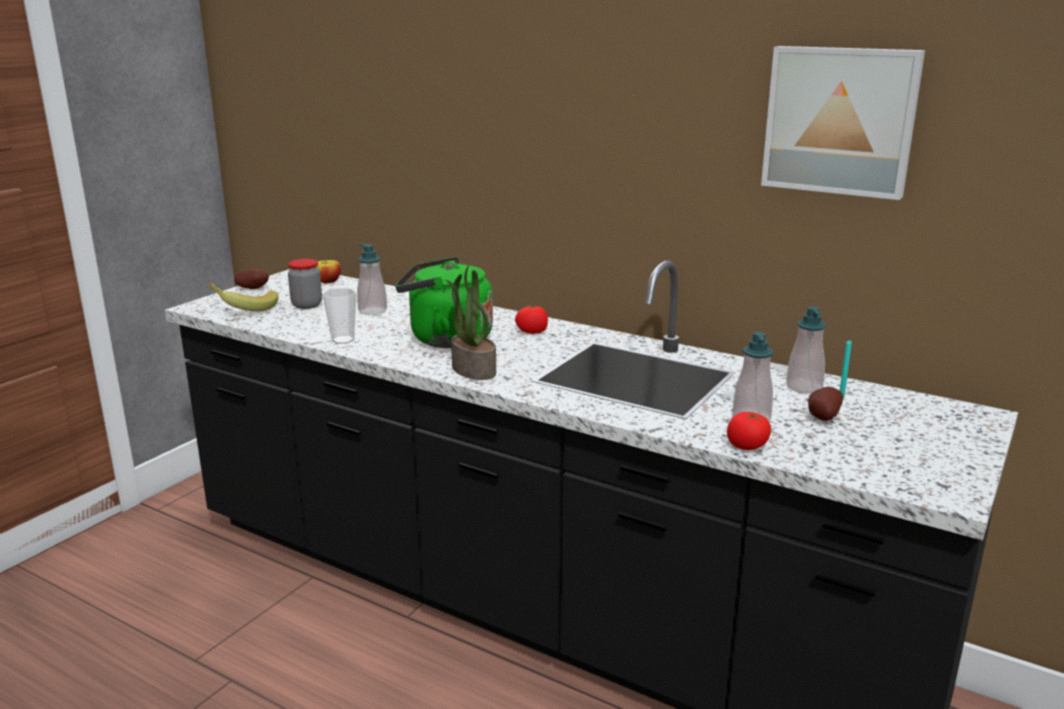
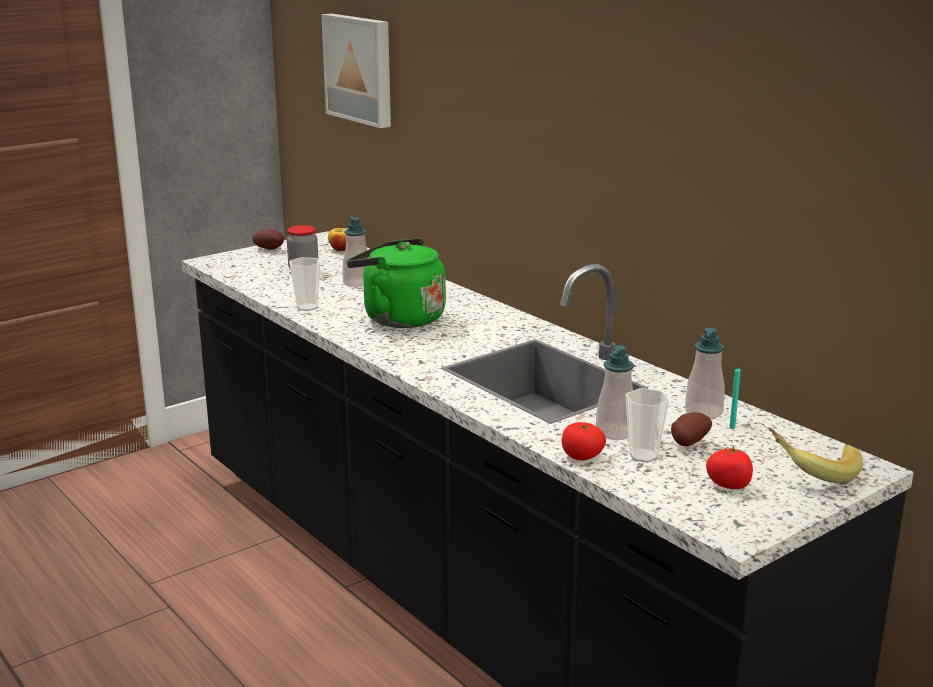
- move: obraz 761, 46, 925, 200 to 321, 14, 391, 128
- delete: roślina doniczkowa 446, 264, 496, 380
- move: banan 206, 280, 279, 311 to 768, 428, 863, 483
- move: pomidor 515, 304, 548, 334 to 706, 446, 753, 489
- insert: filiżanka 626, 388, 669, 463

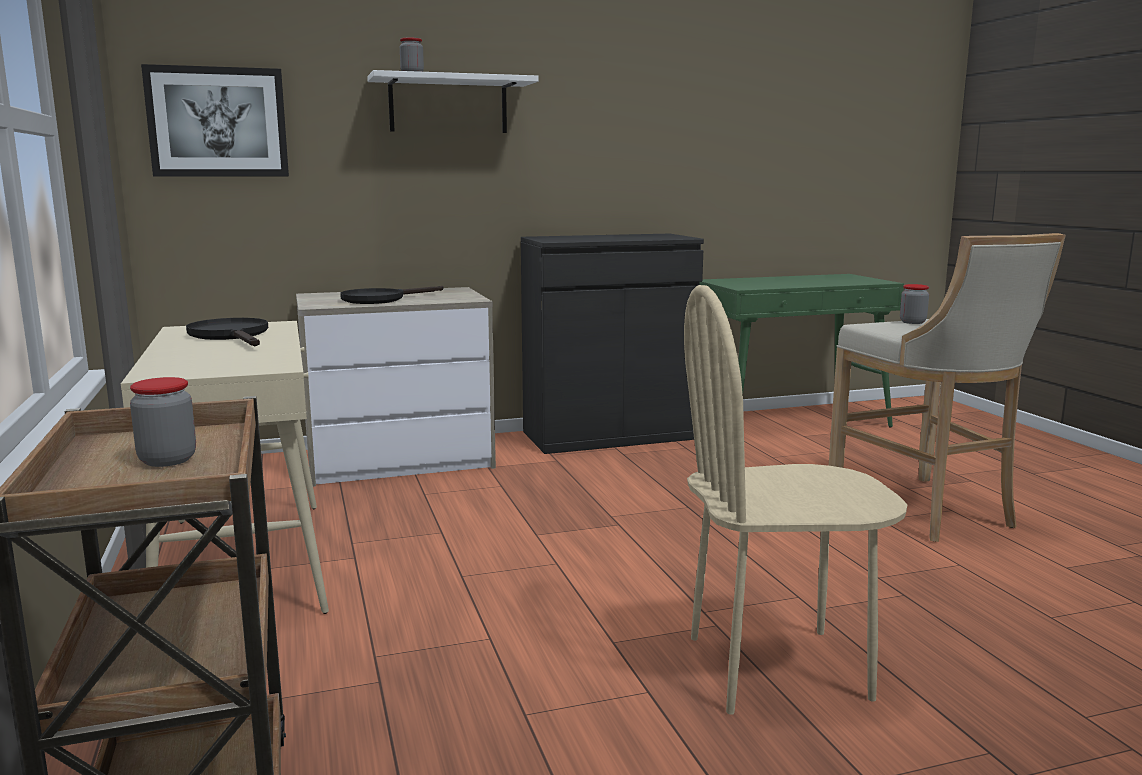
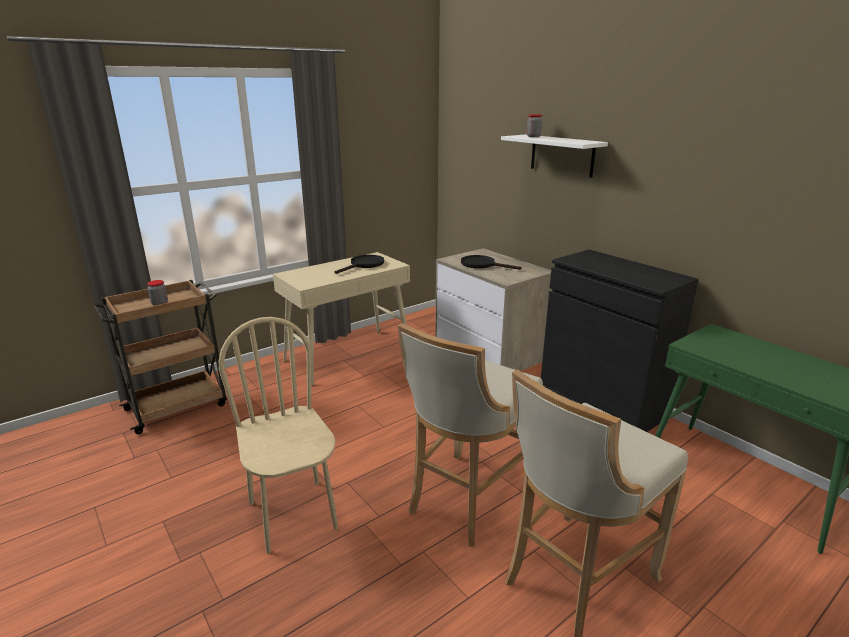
- delete: obraz 141, 64, 289, 177
- delete: słoik 900, 284, 929, 324
- insert: stołek/beżowy 397, 323, 543, 547

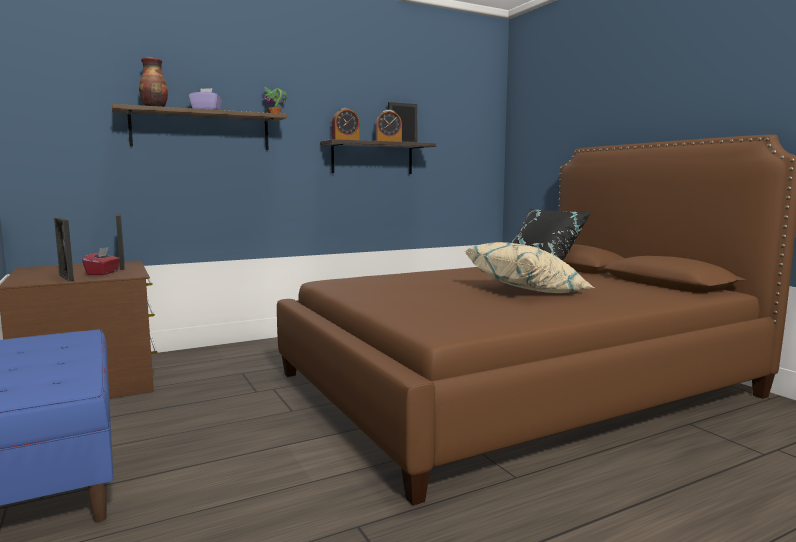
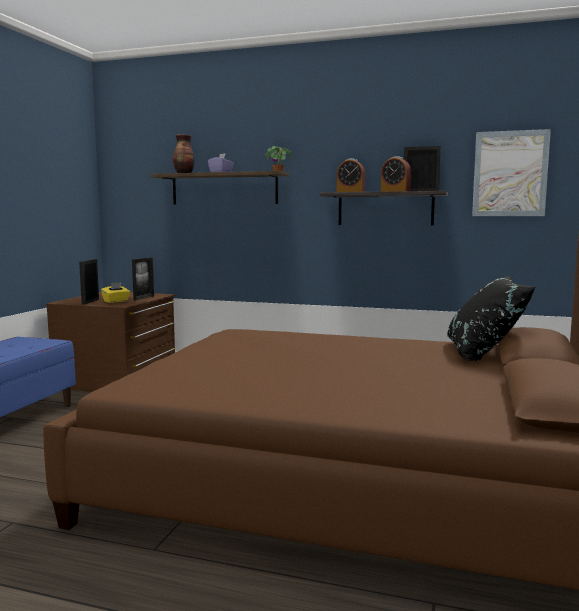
- delete: poduszka/beżowy 465, 242, 594, 293
- recolor: pudełko chusteczek/czerwony 82, 247, 120, 275 to pudełko chusteczek/żółty 101, 282, 130, 303
- insert: obraz 472, 129, 551, 216

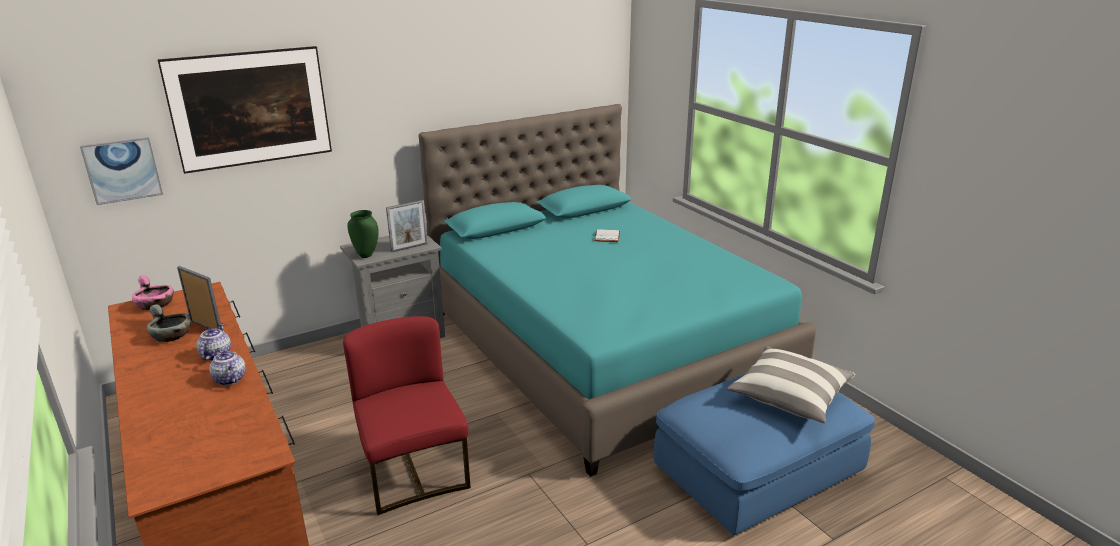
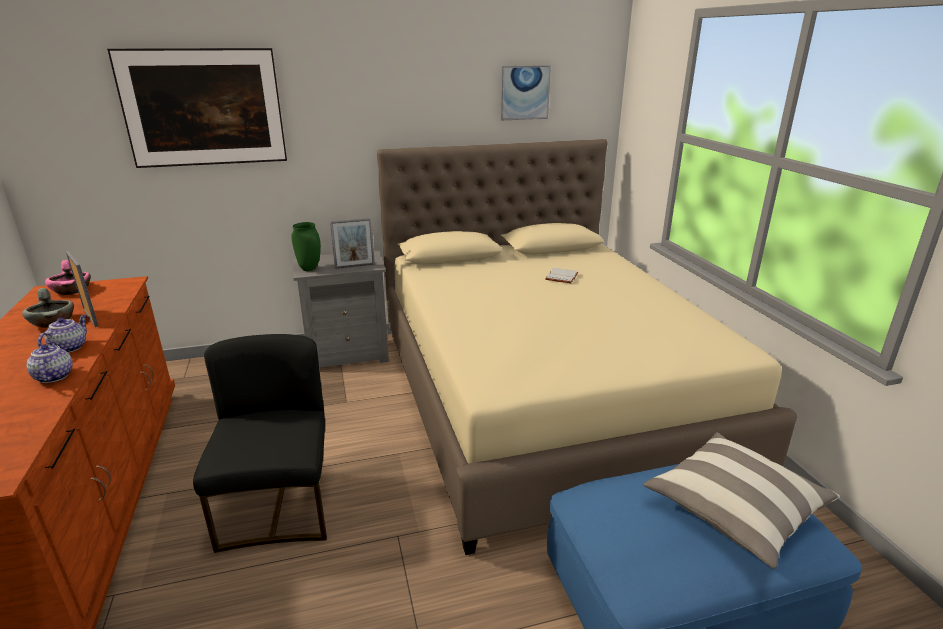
- recolor: łóżko/turkusowy 418, 104, 817, 477 to łóżko/beżowy 377, 139, 797, 555
- move: obraz 80, 137, 163, 205 to 500, 65, 551, 120
- recolor: krzesło/czerwony 343, 316, 471, 515 to krzesło/czarny 193, 334, 327, 553

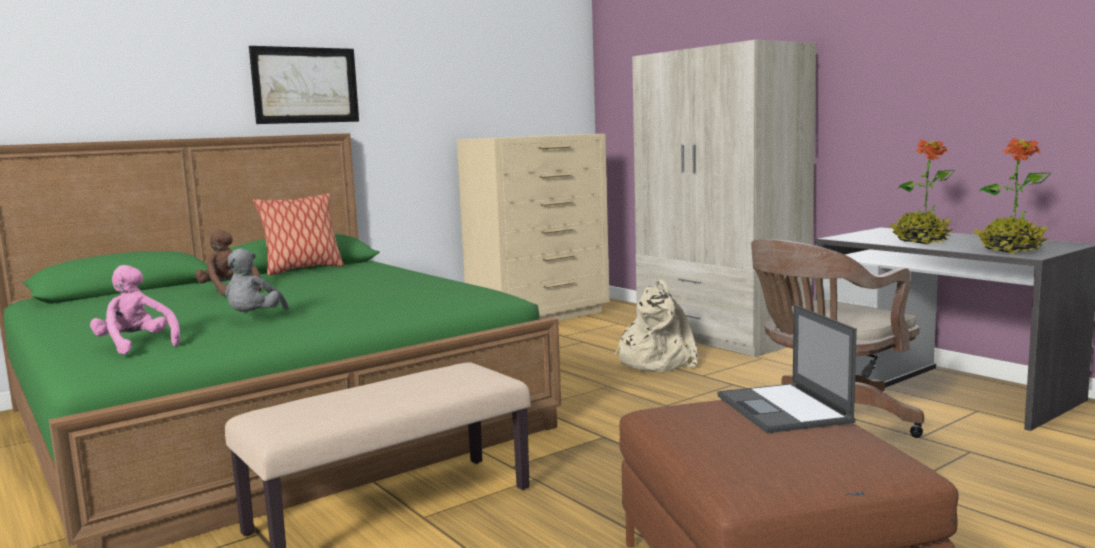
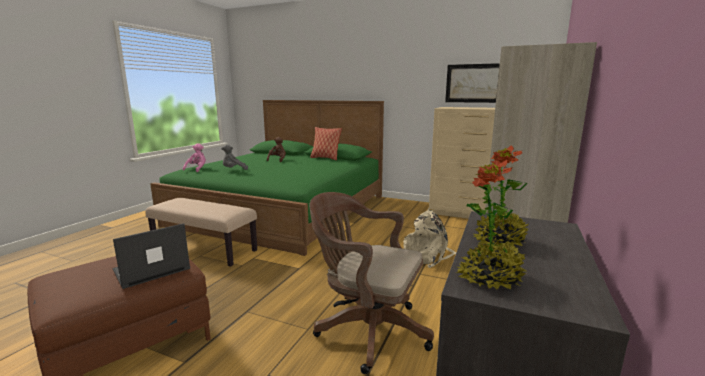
- move: obraz 249, 46, 359, 124 to 445, 63, 500, 103

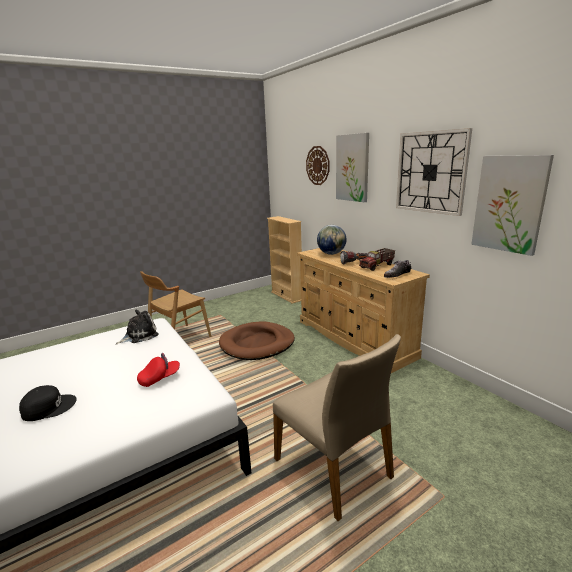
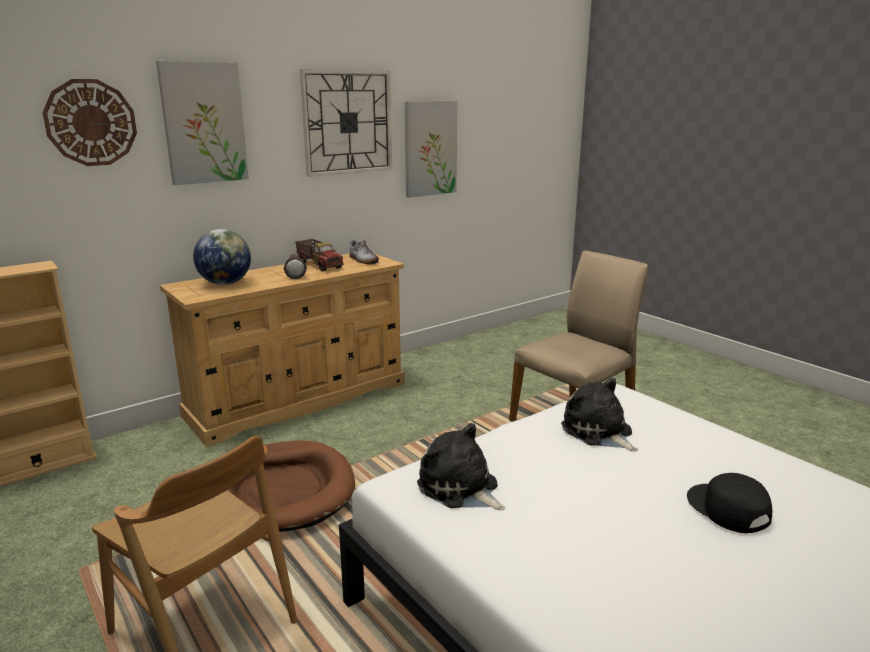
- replace: czapka z daszkiem/czerwony 137, 353, 180, 387 to pluszak 561, 378, 638, 452

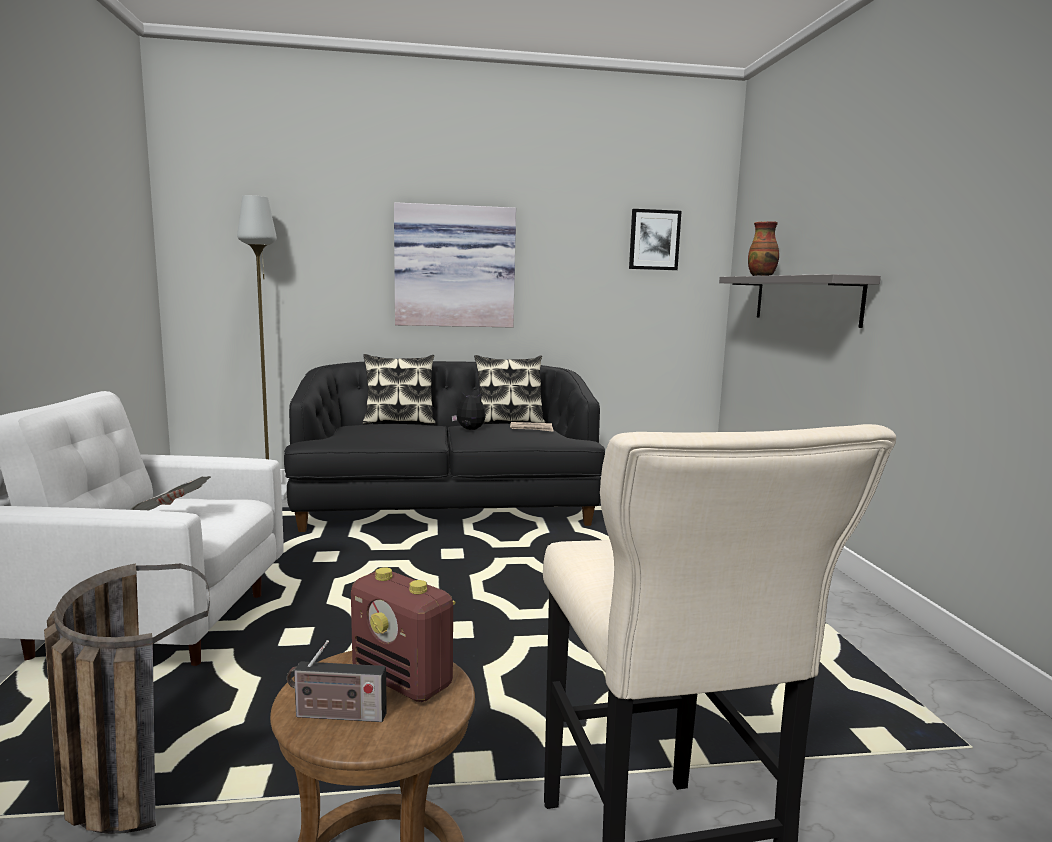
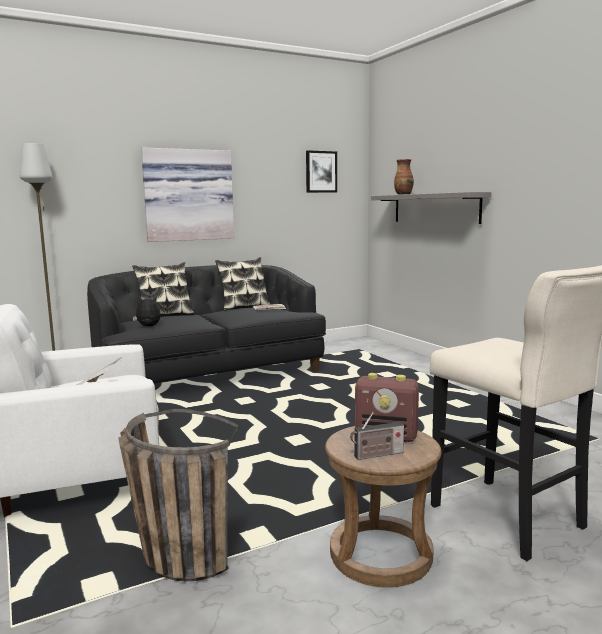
- move: pluszak 451, 392, 486, 430 to 132, 296, 161, 326

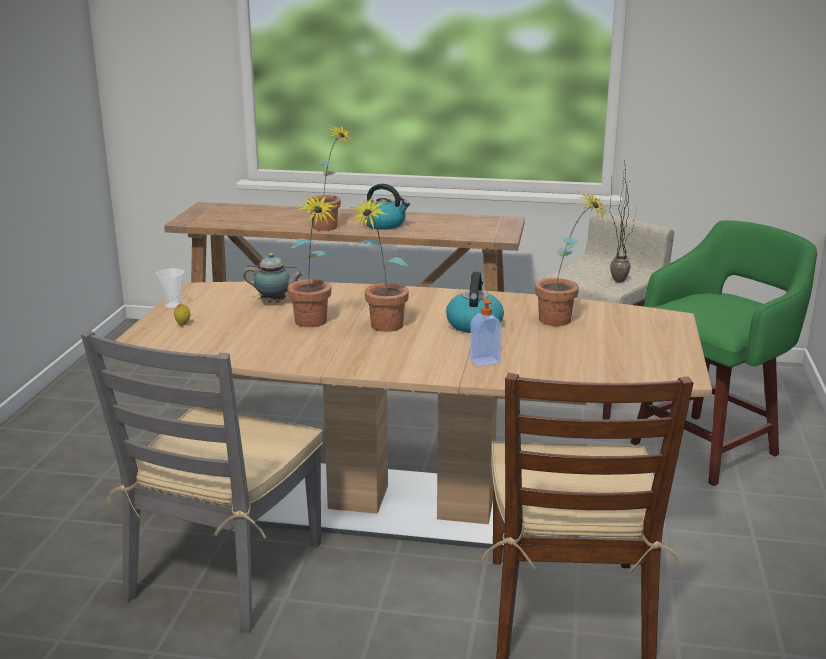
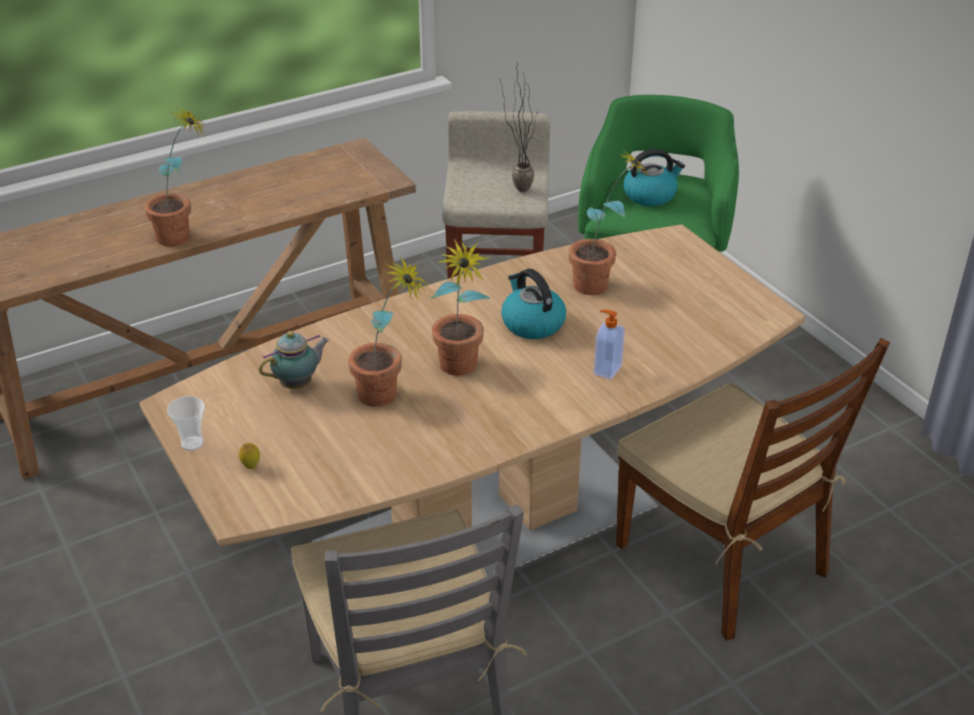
- move: czajnik 362, 184, 410, 230 to 623, 149, 685, 206

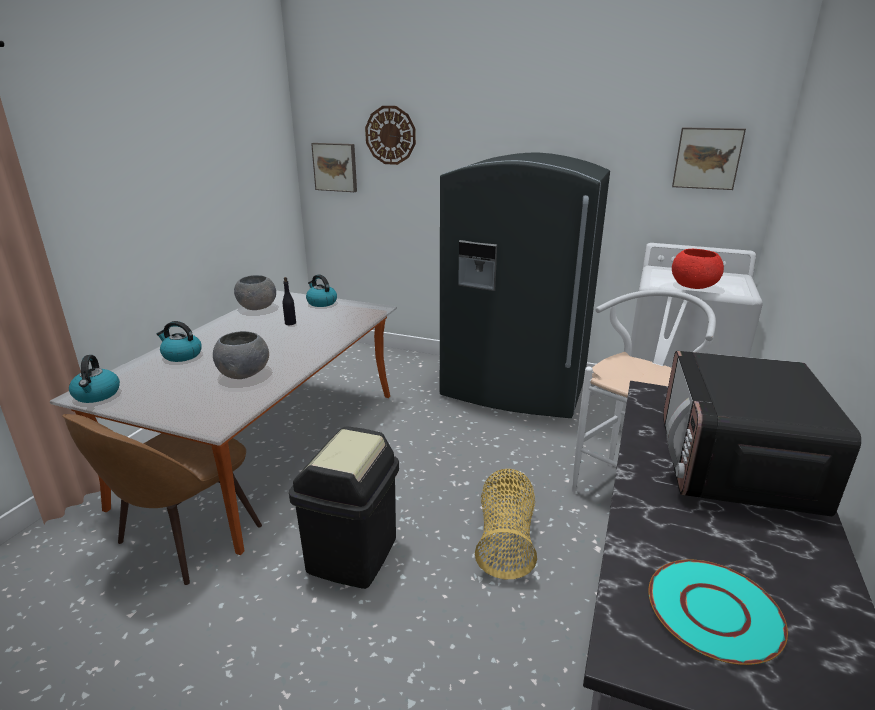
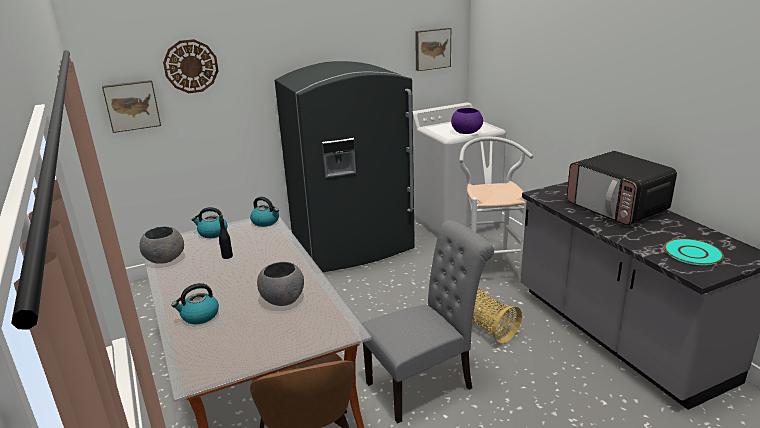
- recolor: miska/czerwony 672, 249, 724, 289 to miska/fioletowy 451, 108, 483, 134
- move: czajnik 69, 355, 120, 403 to 250, 196, 279, 227
- replace: kosz na śmieci/czarny 289, 426, 399, 589 to krzesło/szary 362, 220, 494, 424

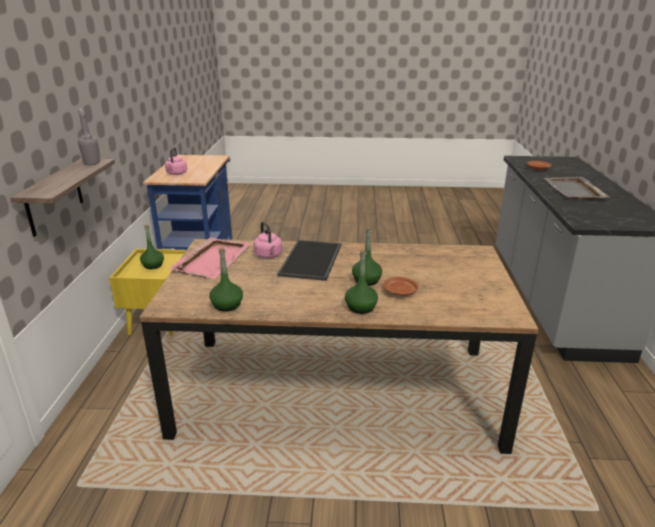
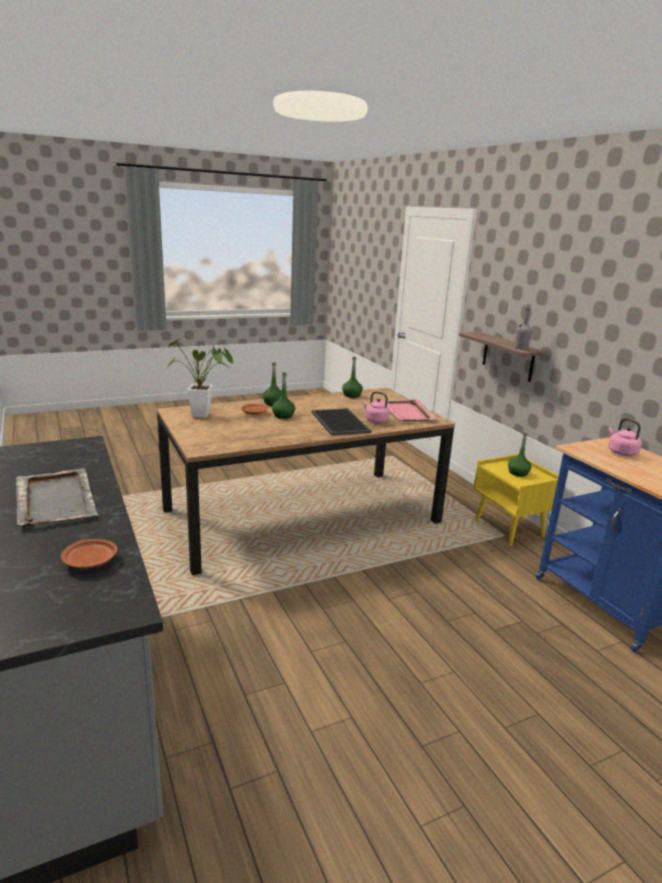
- insert: roślina doniczkowa 167, 339, 234, 418

